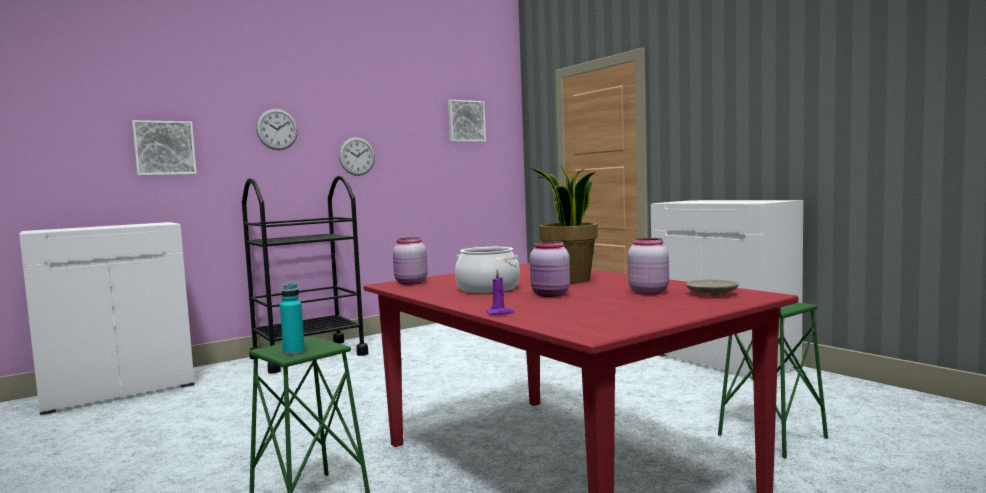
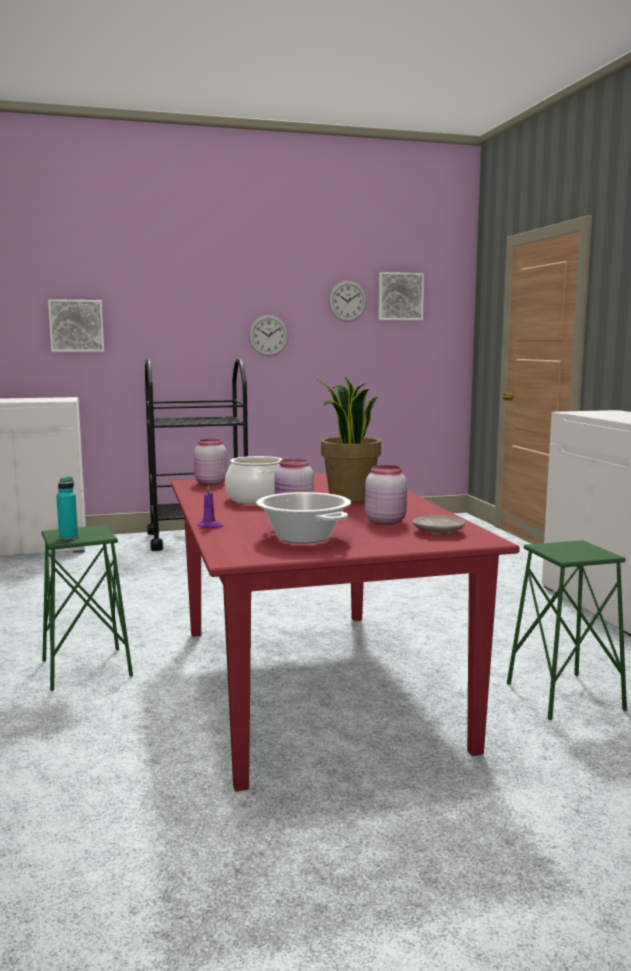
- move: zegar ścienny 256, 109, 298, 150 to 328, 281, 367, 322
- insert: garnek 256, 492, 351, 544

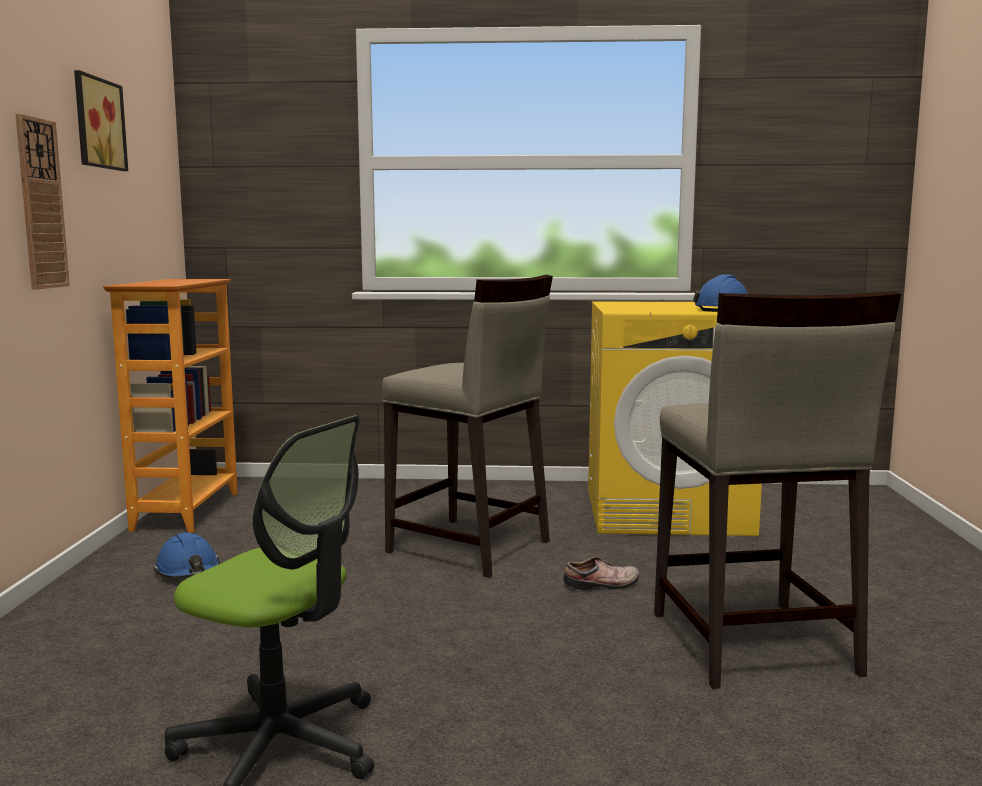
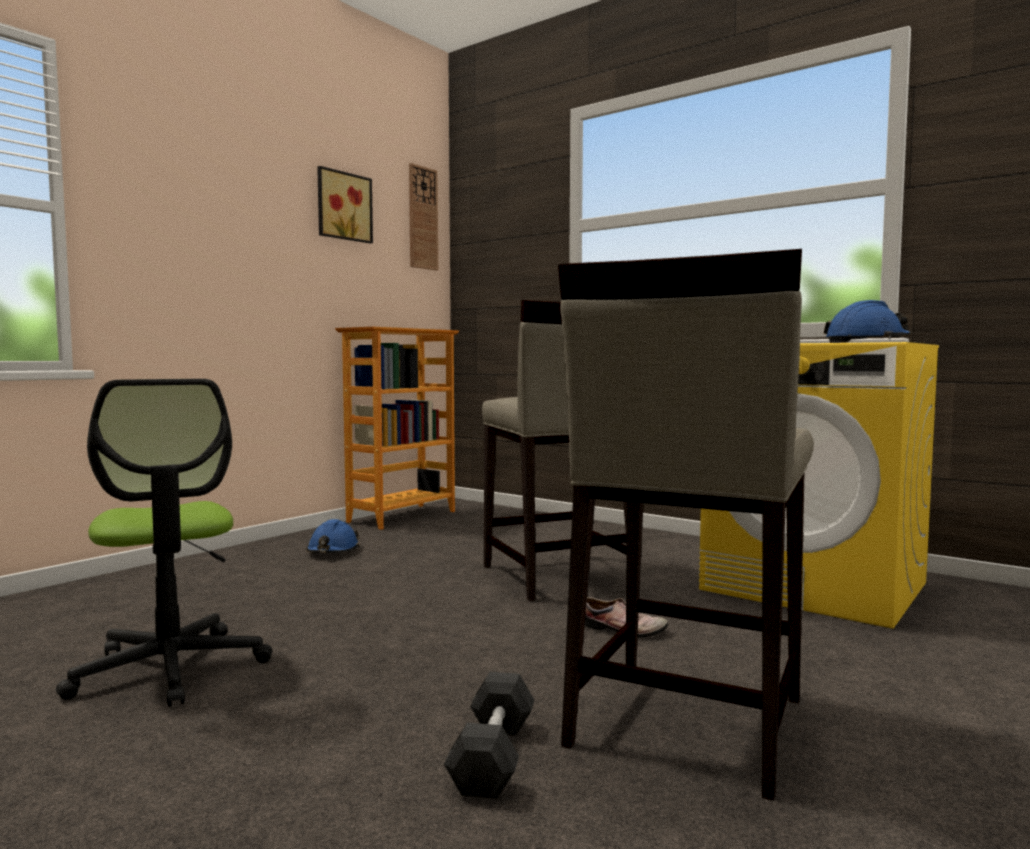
- move: zegar ścienny 15, 114, 70, 289 to 409, 163, 438, 270
- insert: hantel/czarny 444, 672, 534, 799

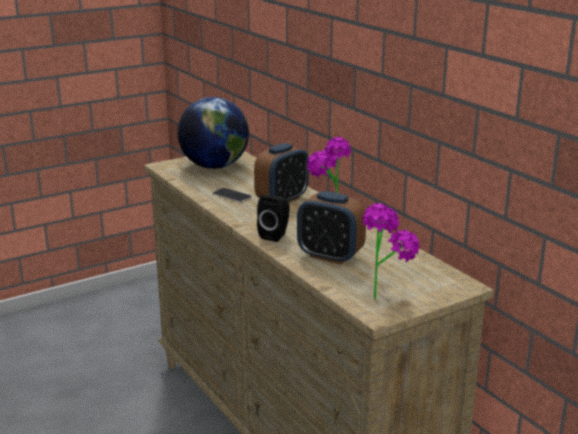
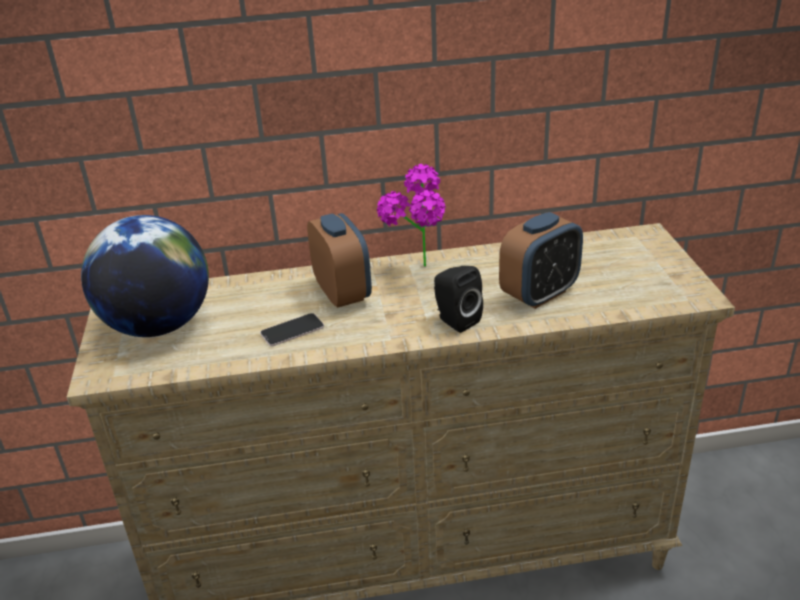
- delete: roślina doniczkowa 362, 203, 420, 299

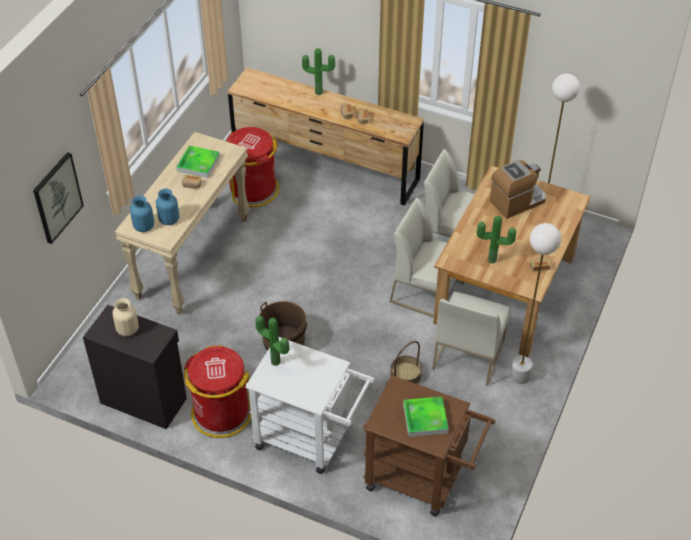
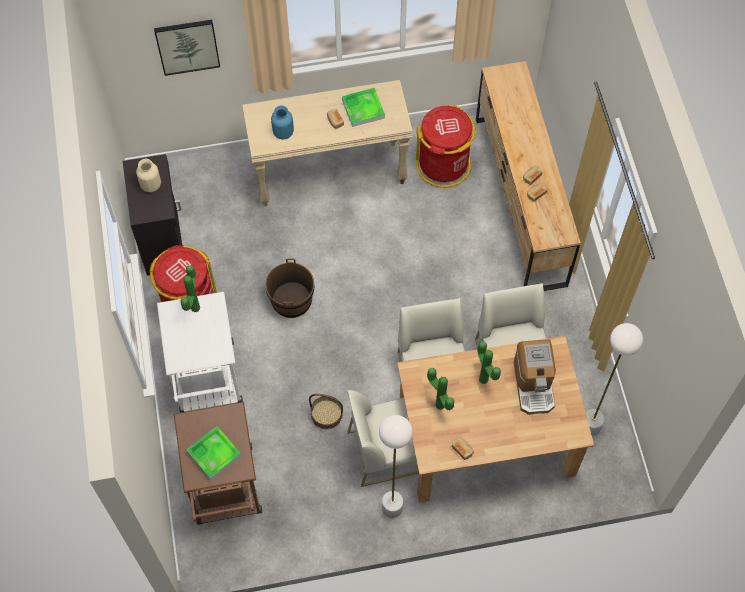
- move: roślina doniczkowa 302, 48, 335, 95 to 477, 341, 501, 384
- rotate: ekspres do kawy 490, 160, 546, 219 = 514, 339, 556, 415 60 degrees clockwise
- delete: wazon/niebieski 130, 196, 154, 232

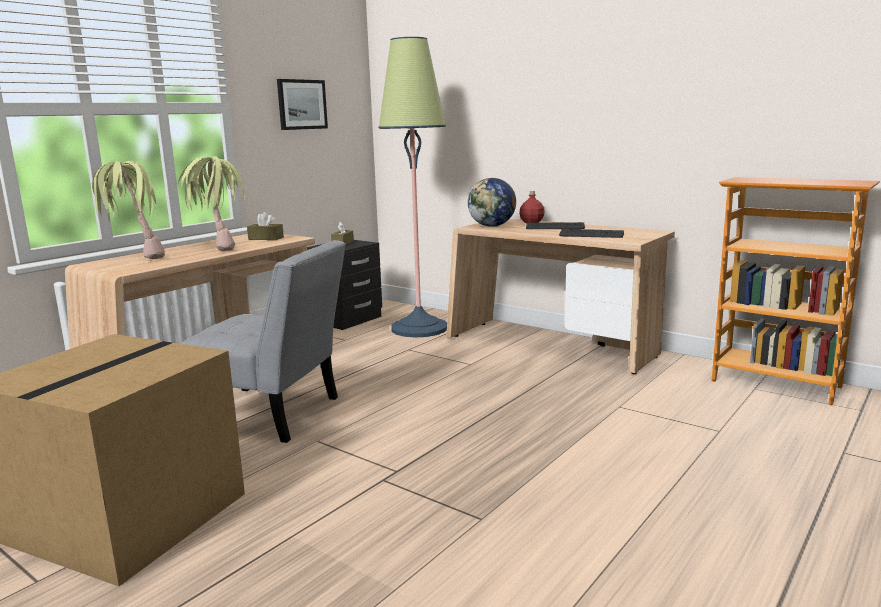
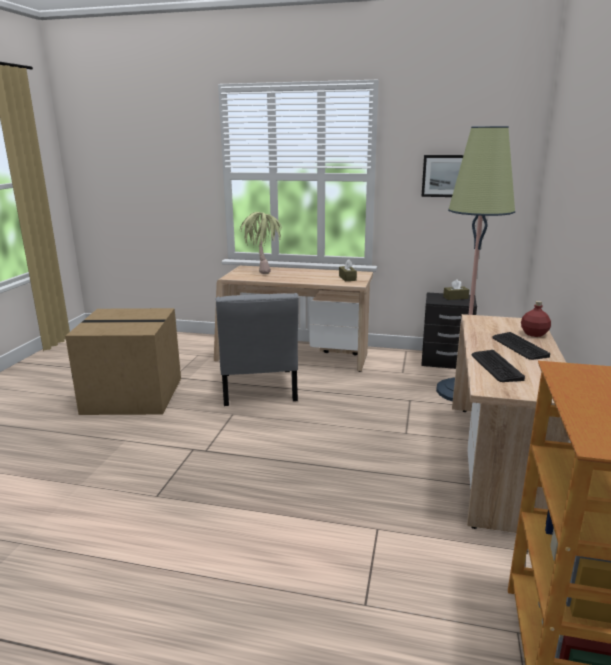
- delete: roślina doniczkowa 178, 156, 245, 251
- delete: globus 468, 178, 516, 227

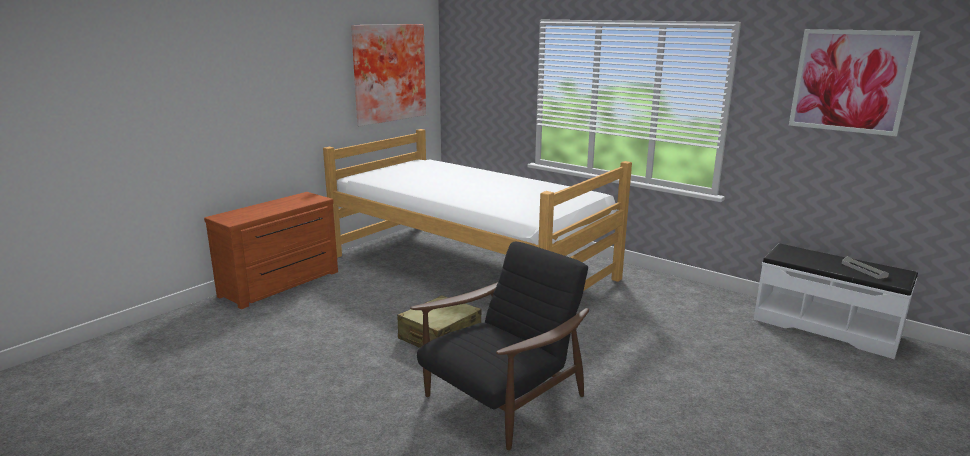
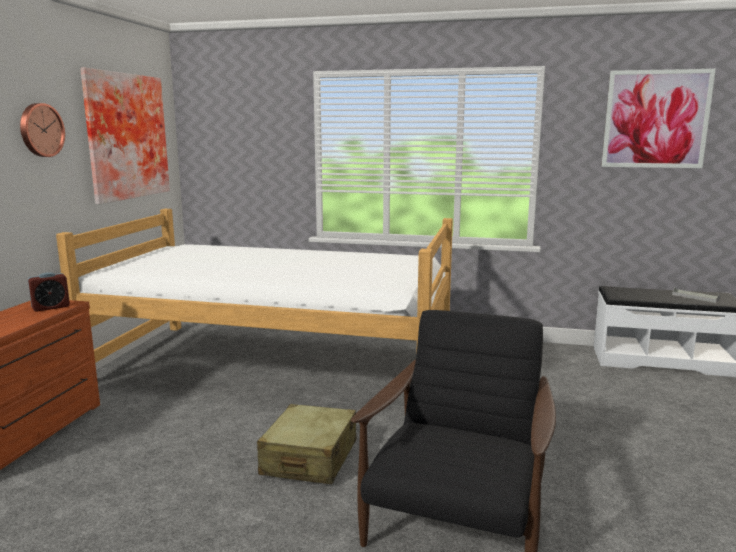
- insert: zegar ścienny 20, 103, 65, 157
- insert: budzik 28, 272, 70, 312

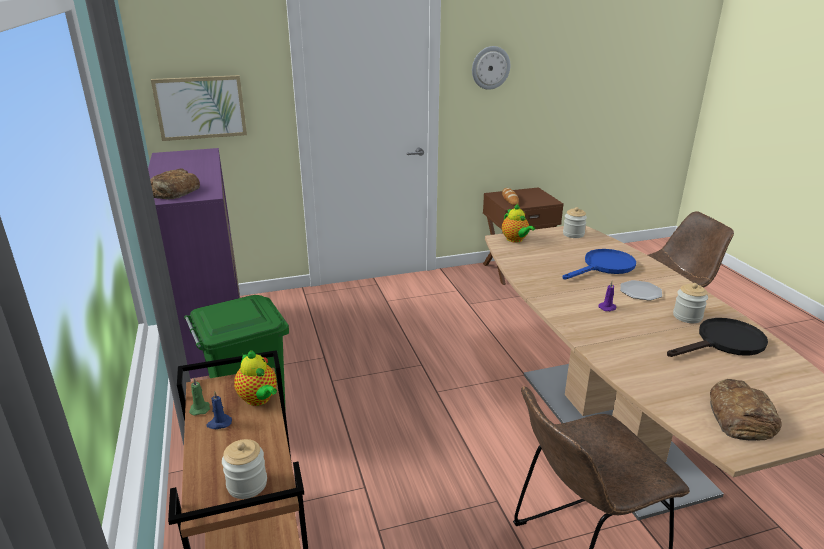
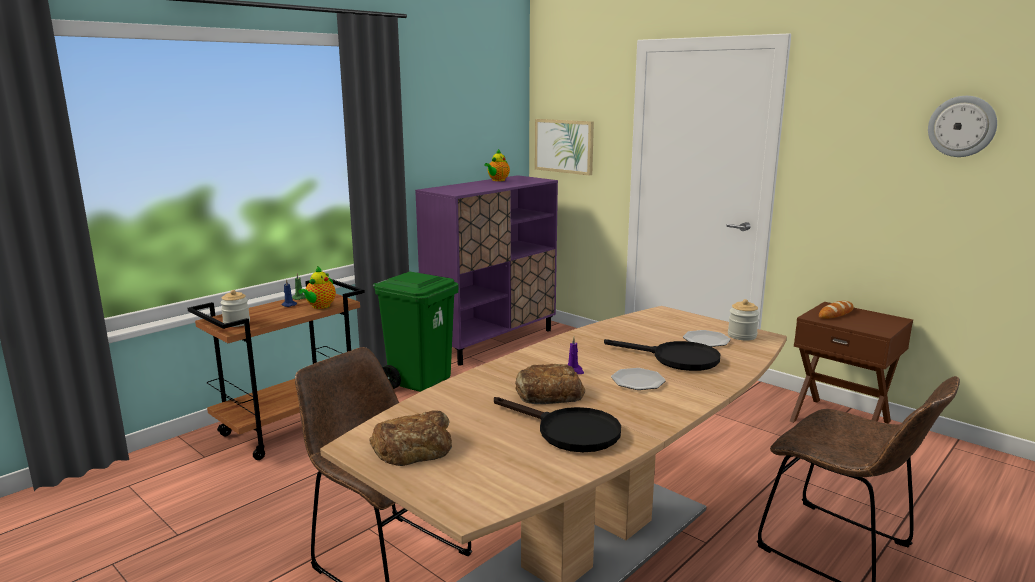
- move: zegar ścienny 472, 46, 510, 90 to 928, 96, 997, 157
- move: chleb 150, 169, 200, 199 to 515, 364, 585, 404
- move: imbryk 502, 204, 535, 243 to 484, 149, 510, 181
- recolor: patelnia/niebieski 563, 249, 636, 279 to patelnia/czarny 604, 339, 720, 371
- delete: słoik 673, 283, 708, 323
- insert: talerz 683, 330, 731, 347

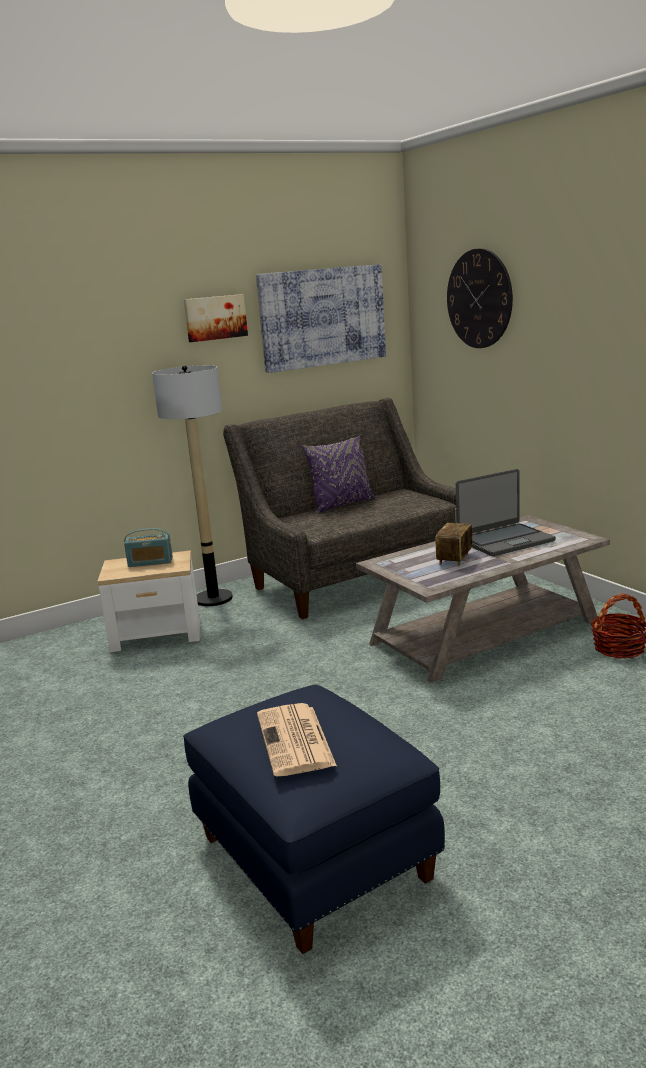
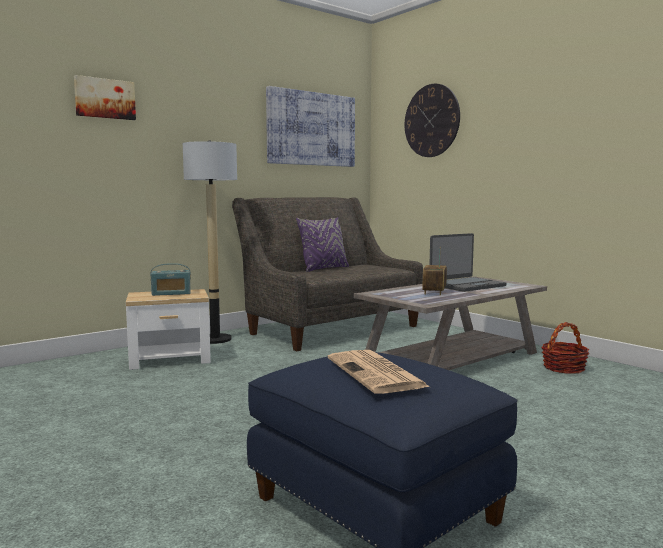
- move: obraz 184, 294, 248, 342 to 74, 75, 136, 120

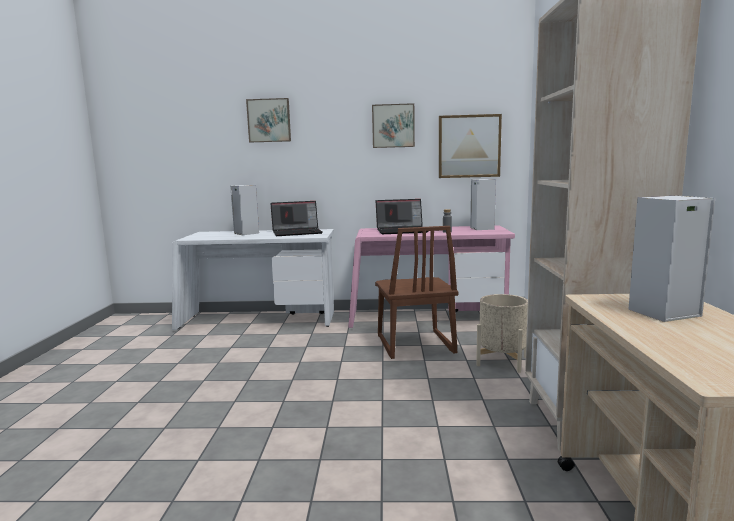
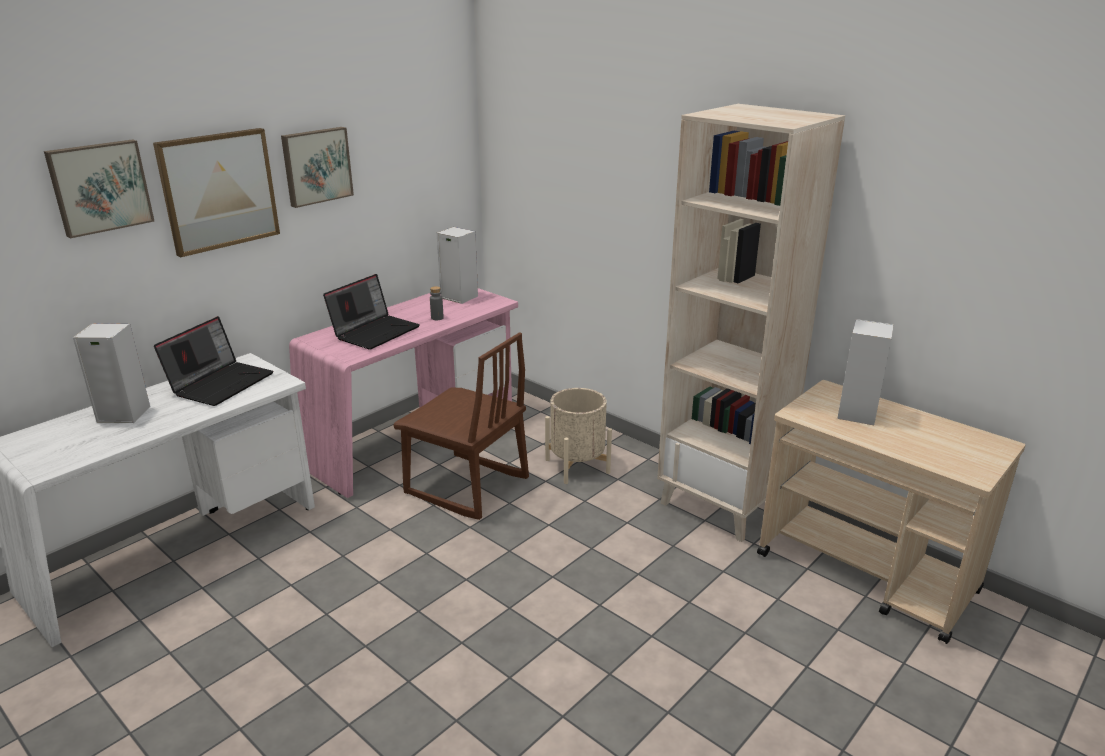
- move: obraz 439, 114, 502, 178 to 153, 128, 280, 257

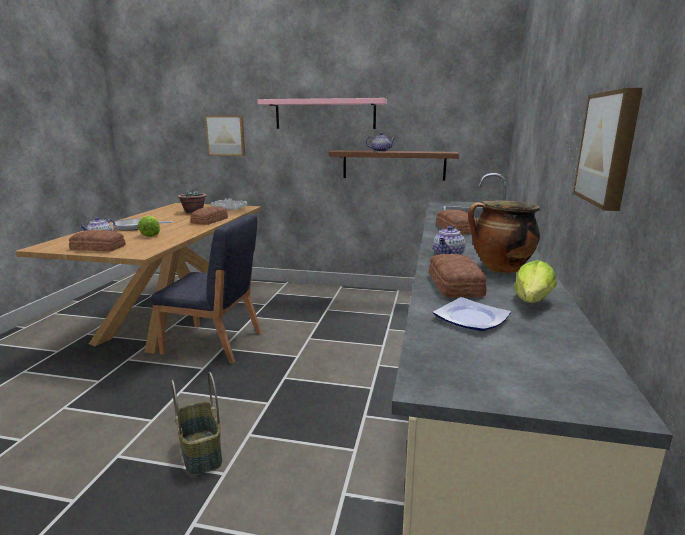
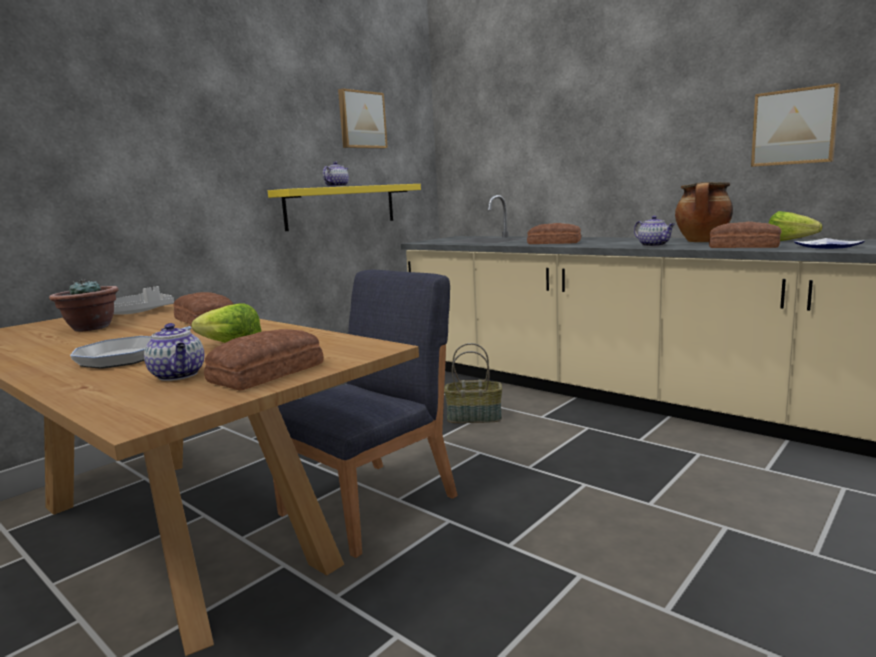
- delete: półka/różowy 257, 98, 387, 129
- move: obraz 205, 116, 245, 156 to 338, 88, 388, 149
- recolor: półka/brązowy 328, 150, 459, 181 to półka/żółty 268, 184, 421, 231
- move: koszyk 171, 372, 222, 476 to 444, 343, 502, 423

